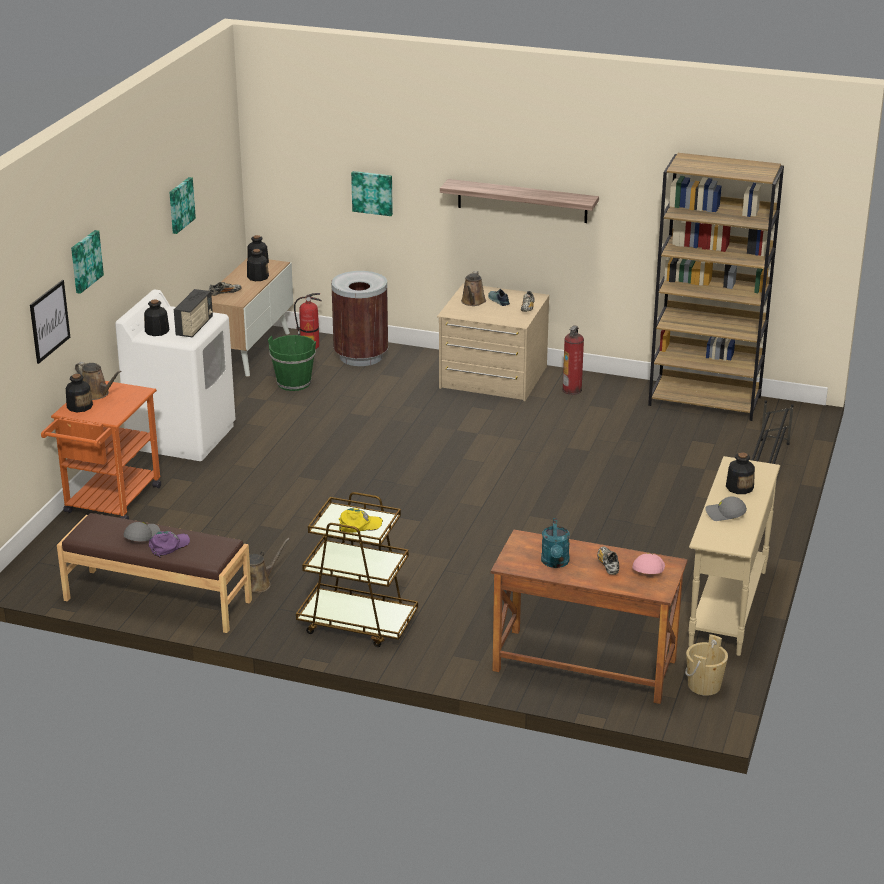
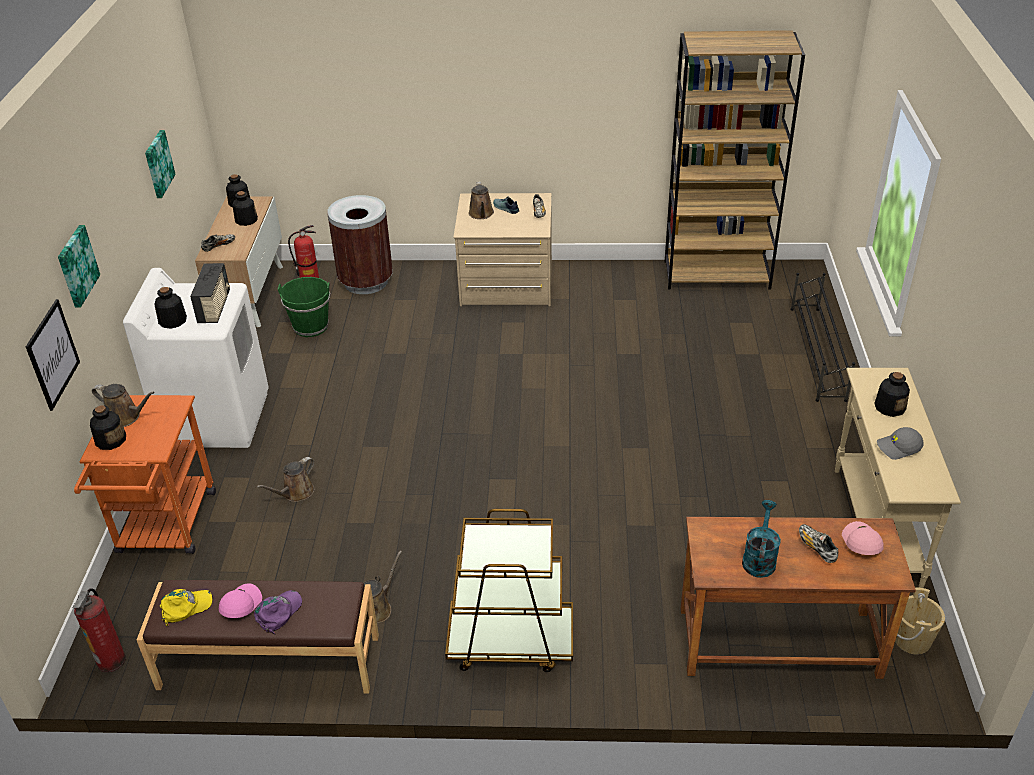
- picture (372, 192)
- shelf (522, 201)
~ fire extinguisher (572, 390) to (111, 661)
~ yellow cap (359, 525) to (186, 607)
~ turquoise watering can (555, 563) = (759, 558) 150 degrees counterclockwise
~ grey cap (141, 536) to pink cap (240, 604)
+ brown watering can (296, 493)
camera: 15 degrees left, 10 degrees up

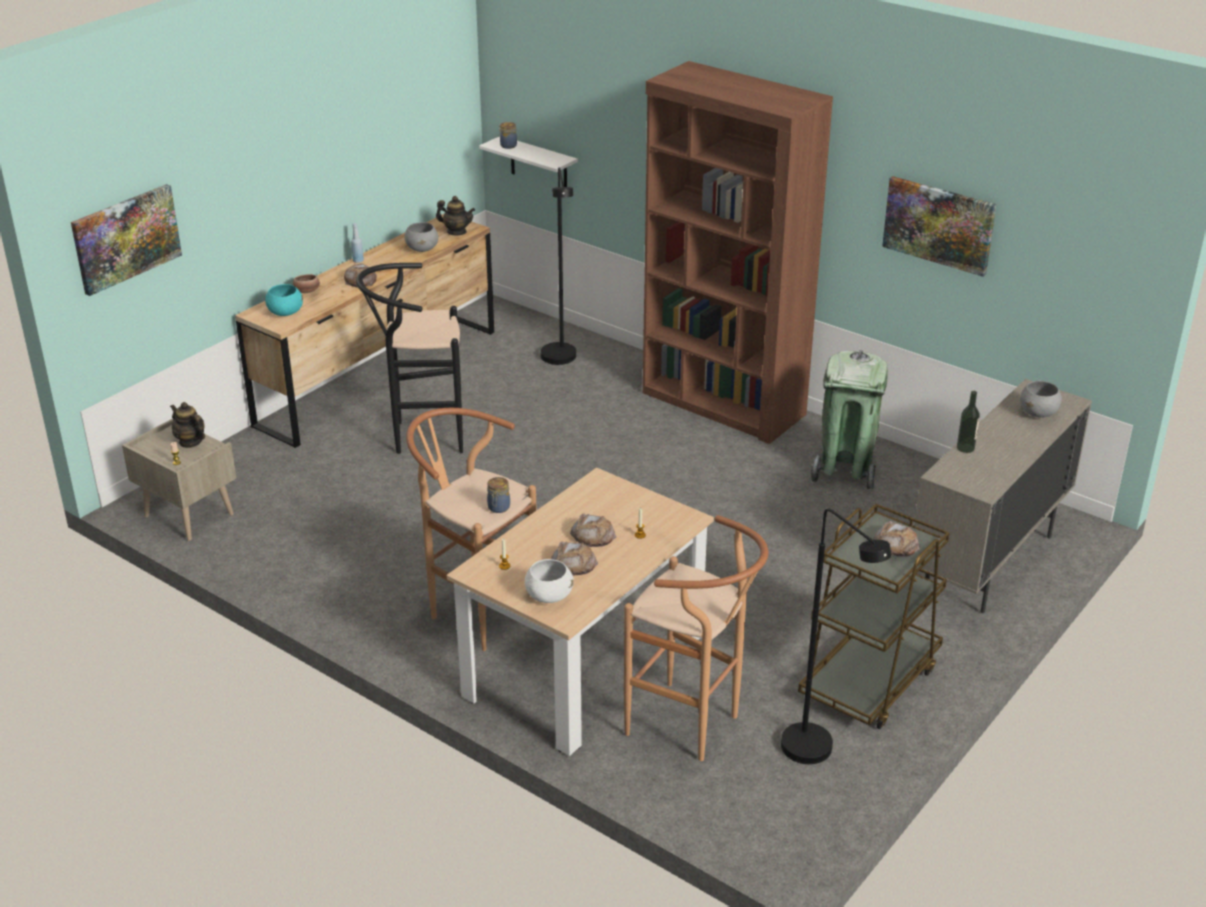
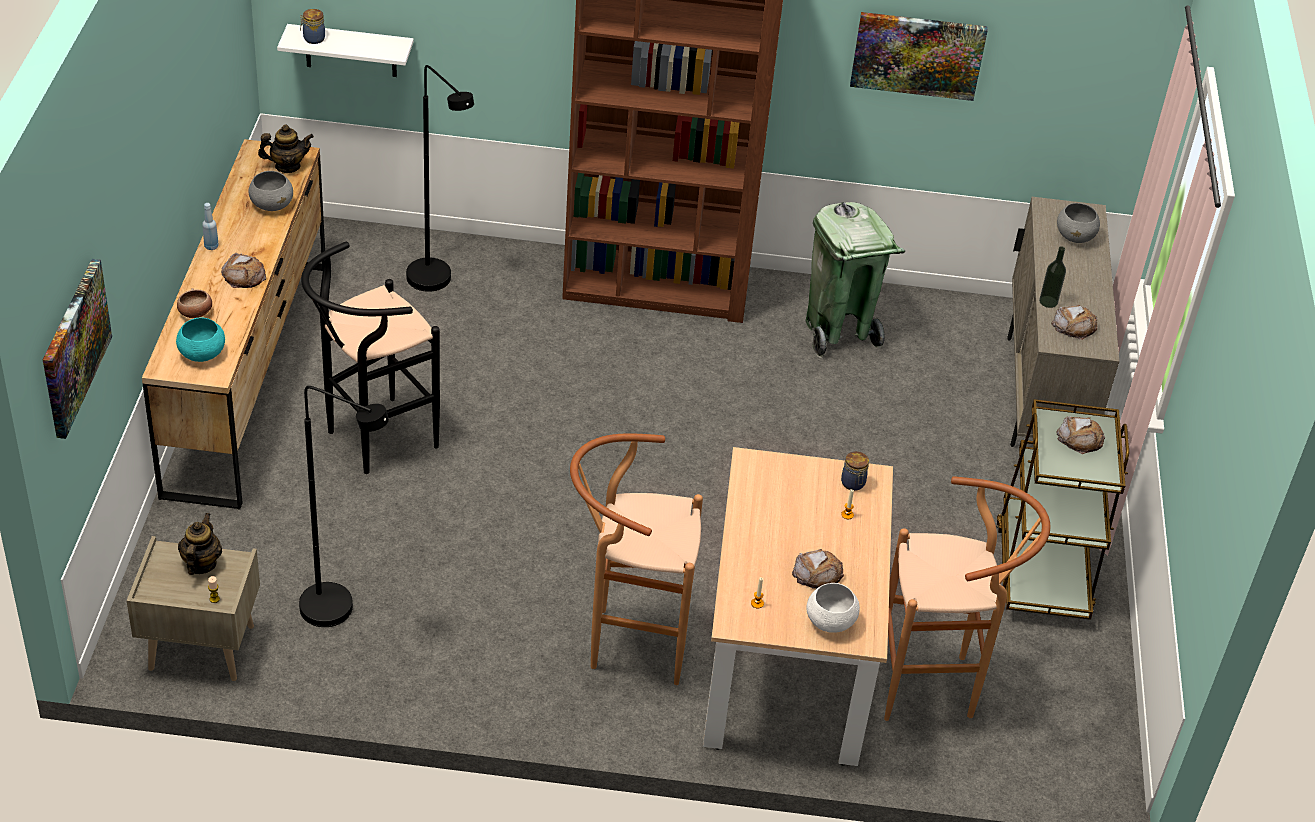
~ teapot (190, 442) = (201, 564) 90 degrees clockwise
~ jar (498, 508) to (853, 484)
~ black floor lamp (817, 754) to (340, 611)
~ bread (593, 535) to (1074, 326)
camera: 35 degrees left, 10 degrees up

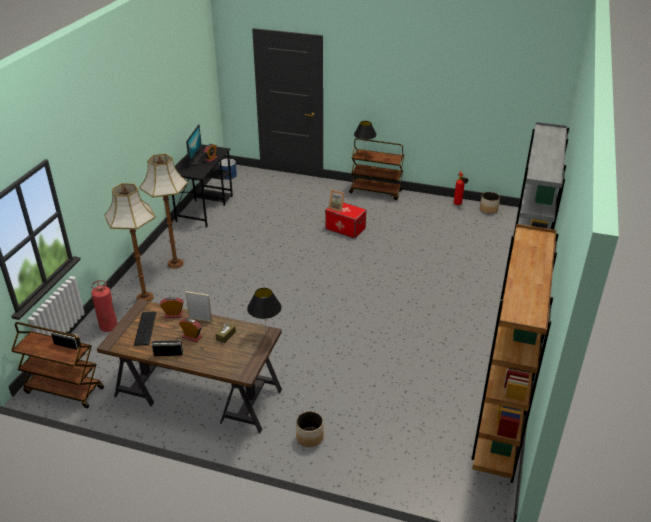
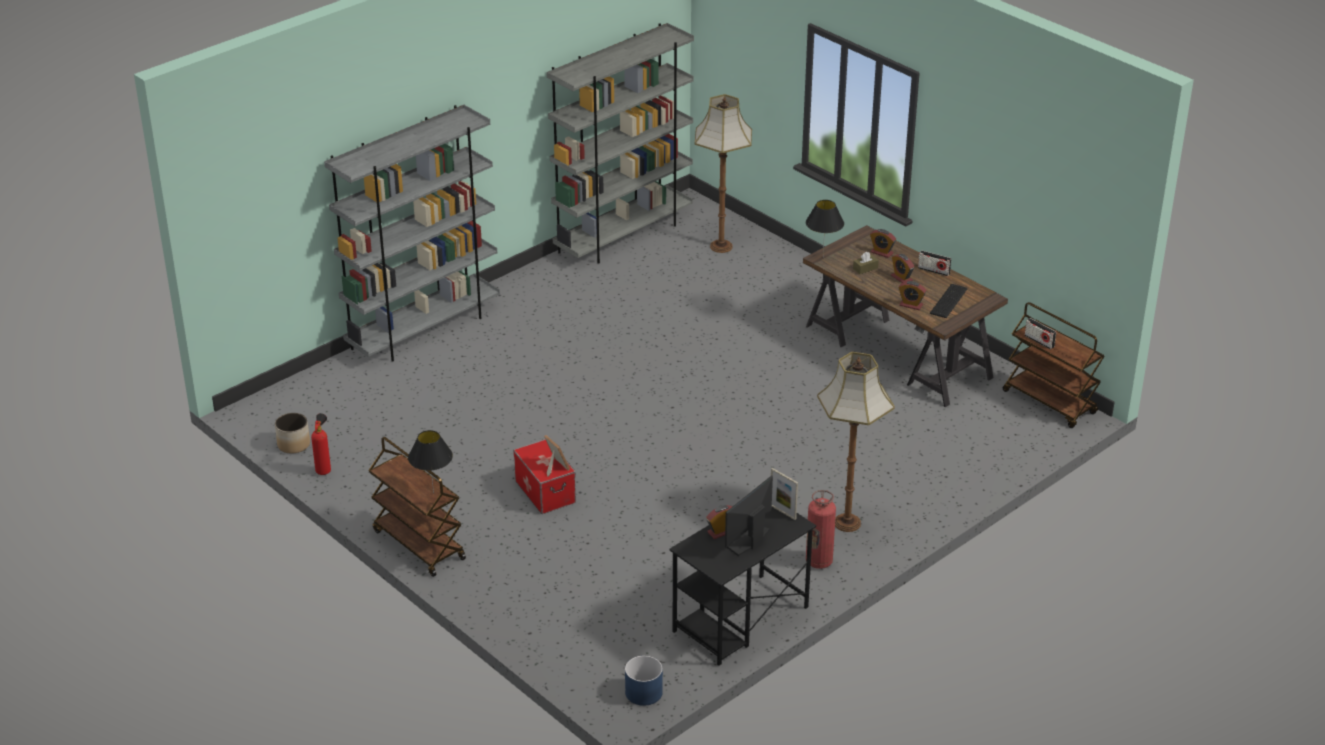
~ floor lamp (145, 297) to (720, 247)
~ brown bookcase (498, 426) to grey bookcase (623, 236)
~ fire extinguisher (108, 327) to (819, 561)
~ picture frame (200, 319) to (782, 512)
- planter (309, 437)
+ alarm clock (881, 252)
camera: 150 degrees left, 0 degrees up

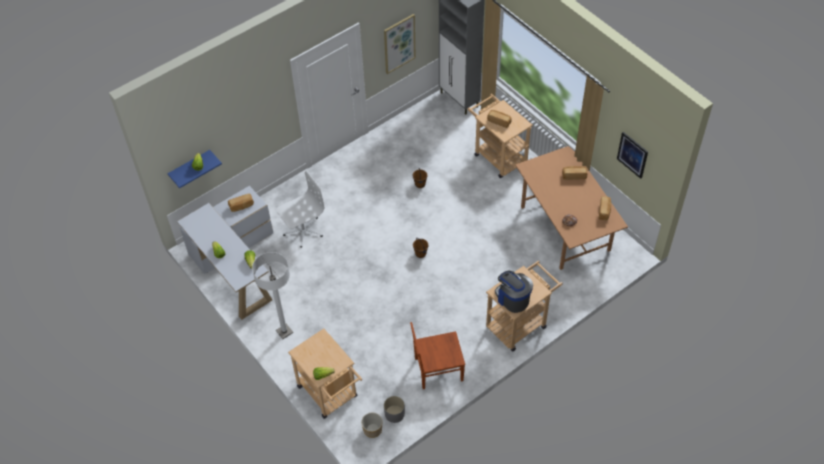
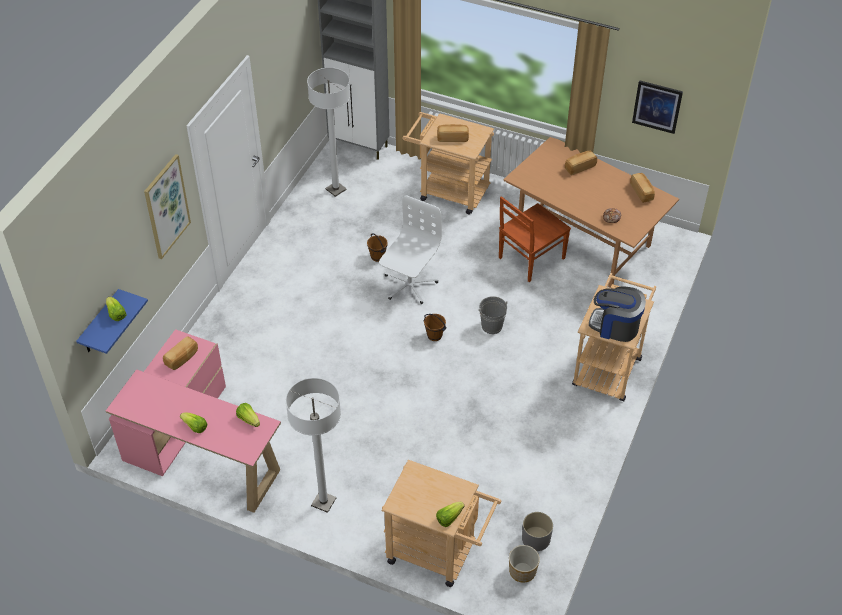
~ picture (399, 43) to (166, 206)
~ white office chair (303, 231) to (409, 285)
~ white desk (235, 265) to pink desk (199, 448)
~ brown chair (437, 369) to (530, 259)
+ white floor lamp (336, 189)
+ grey bucket (492, 326)
camera: 30 degrees left, 5 degrees down

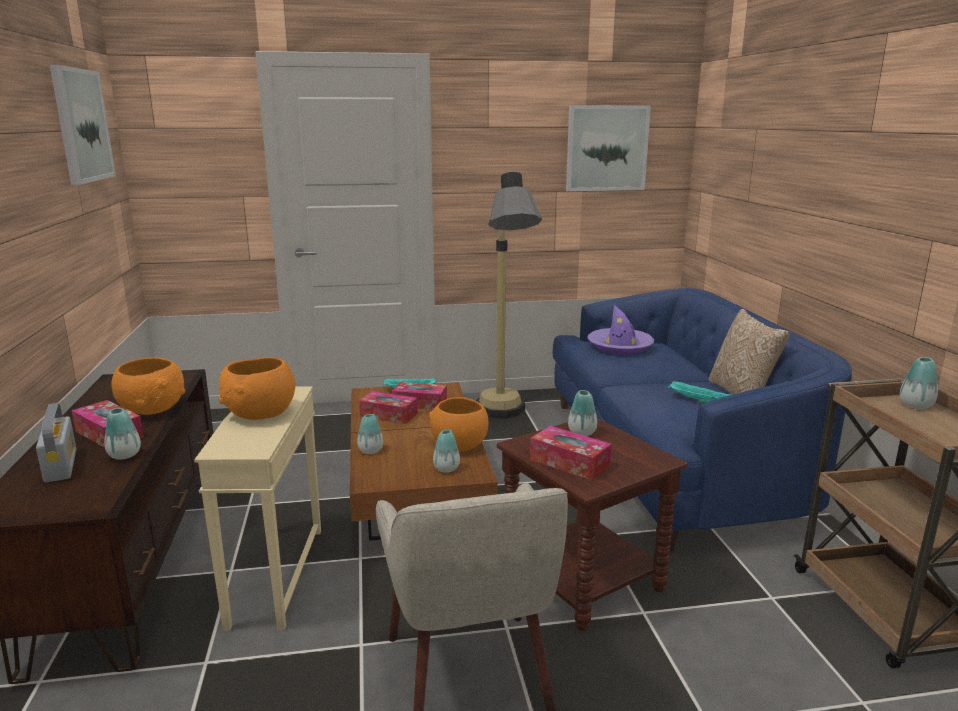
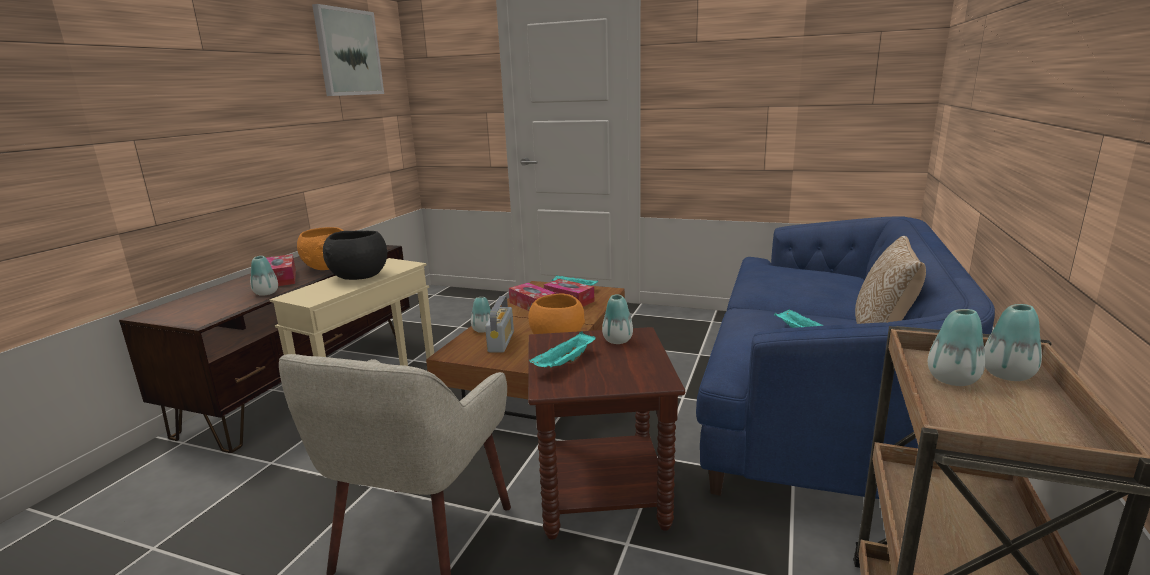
- picture (606, 148)
- floor lamp (504, 418)
- purple hat (620, 347)
~ orange bowl (259, 414) to black bowl (358, 276)
~ radio (61, 465) to (501, 342)
~ tissue box (569, 462) to turquoise tray (565, 363)
~ vase (446, 469) to (952, 379)
camera: 30 degrees right, 0 degrees up

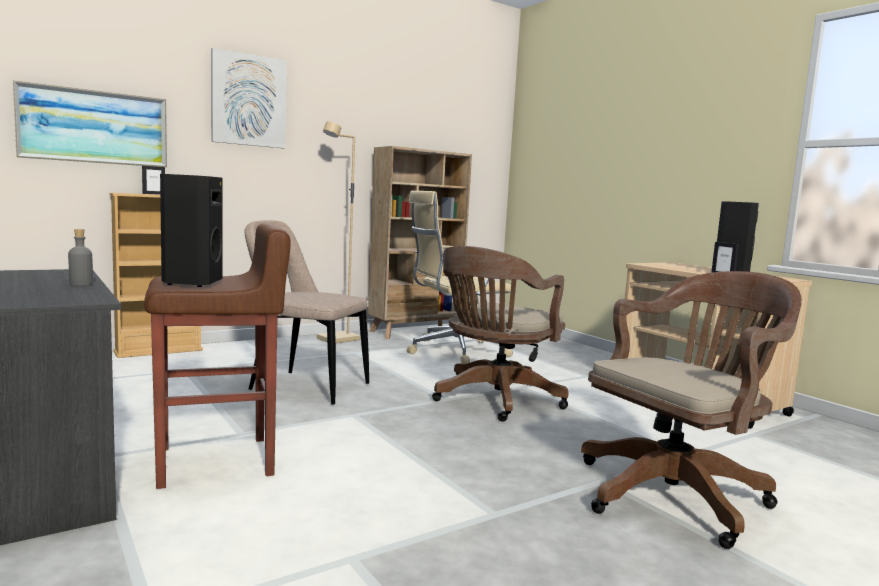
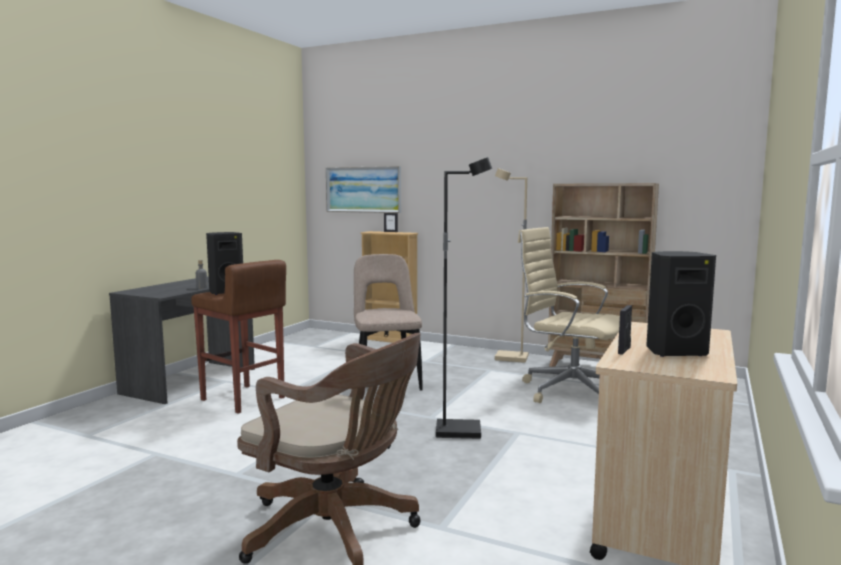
- picture (249, 100)
~ brown office chair (494, 400) to black floor lamp (459, 431)
camera: 60 degrees right, 0 degrees up

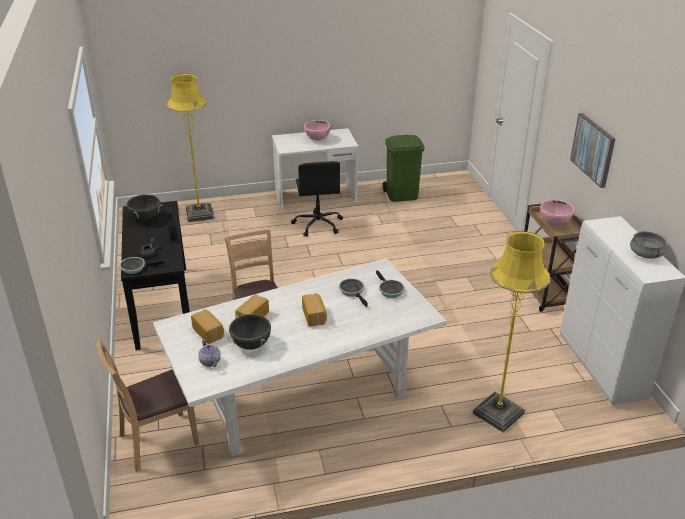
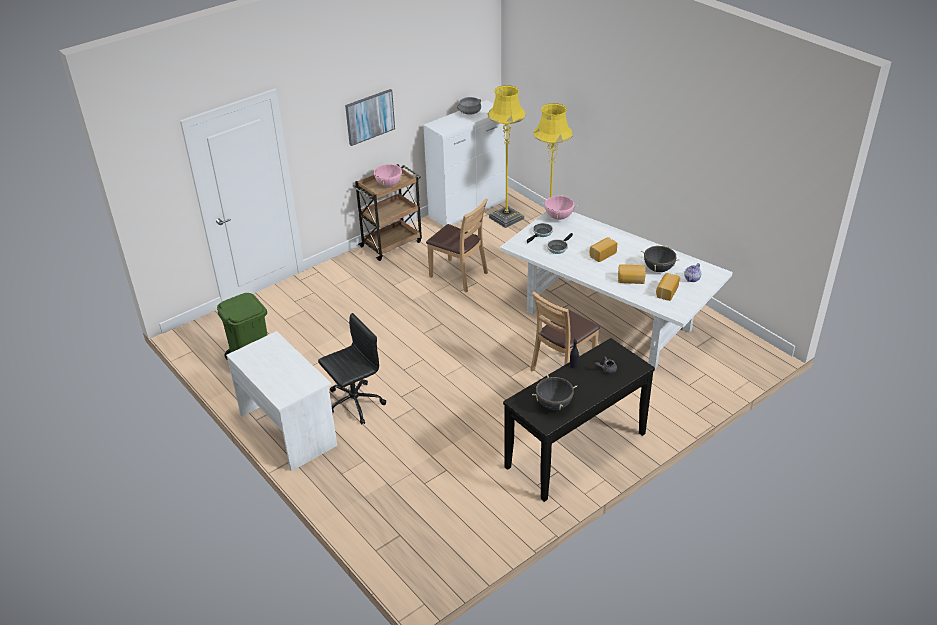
~ yellow floor lamp (199, 214) to (506, 218)
~ pink cooking pot (317, 139) to (558, 217)
- frying pan (135, 268)
~ brown chair (158, 440) to (459, 275)
camera: 115 degrees left, 5 degrees up

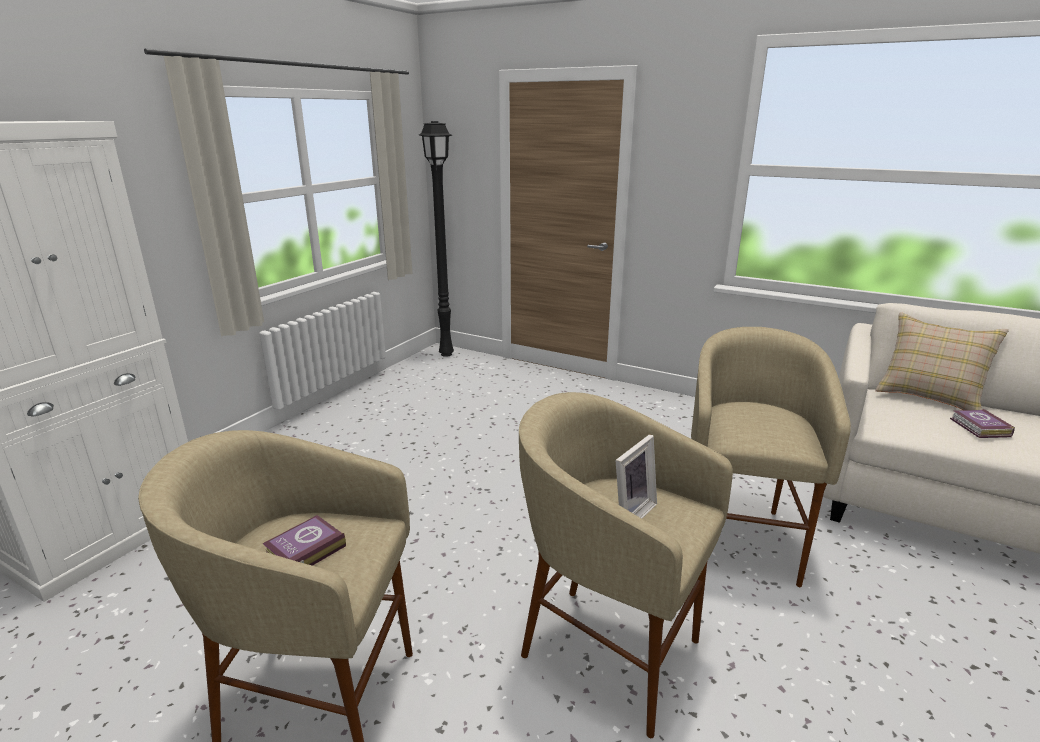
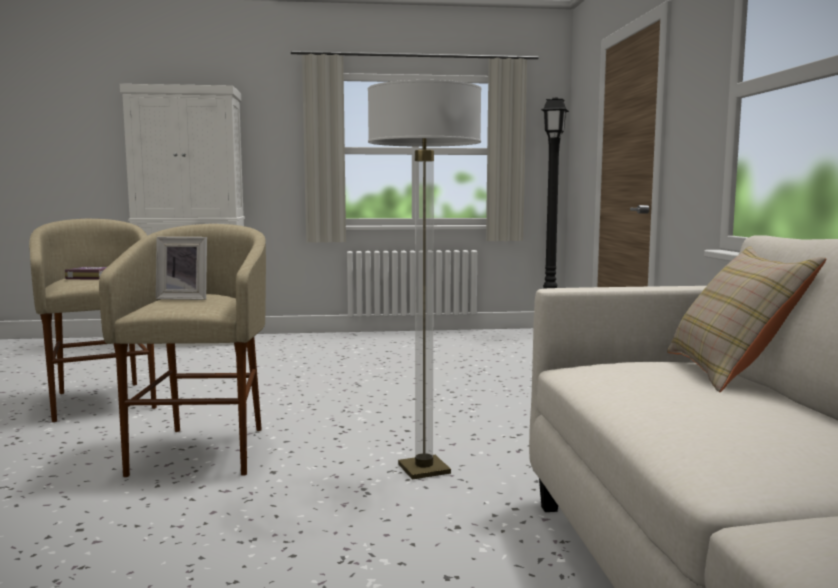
~ beige stool (738, 539) to floor lamp (424, 469)
- book (979, 428)
camera: 55 degrees right, 15 degrees down

